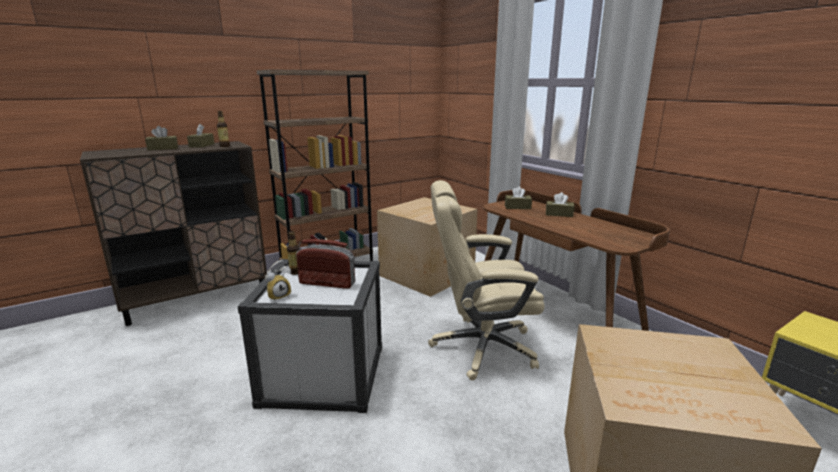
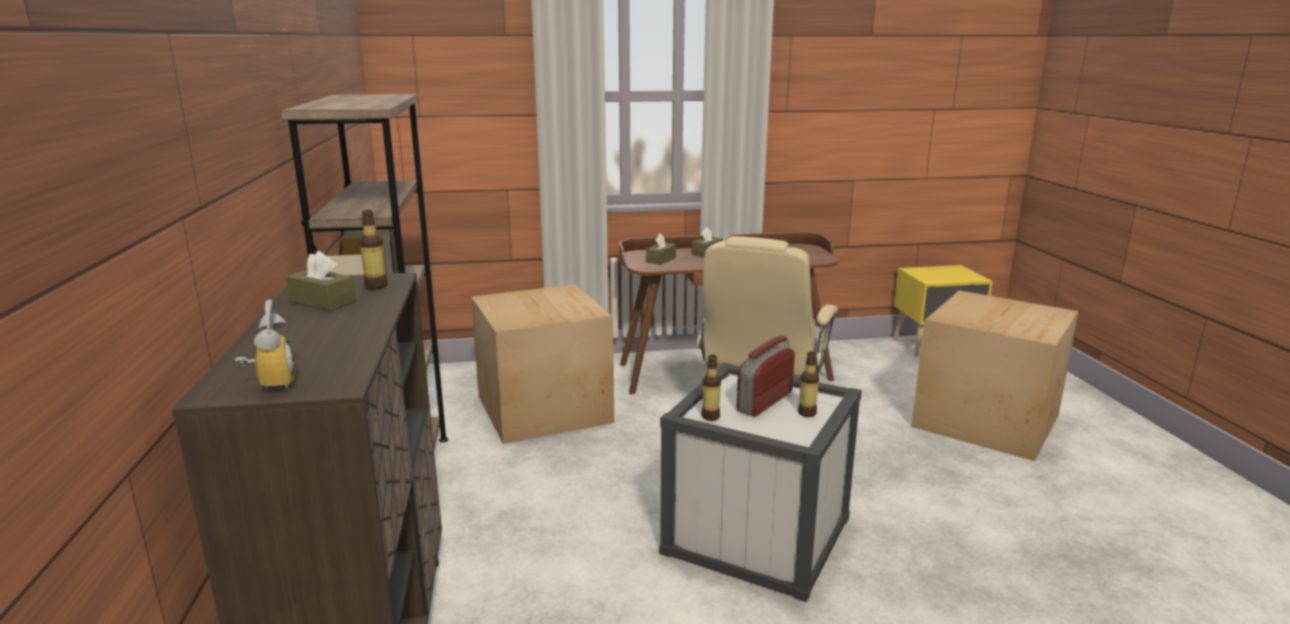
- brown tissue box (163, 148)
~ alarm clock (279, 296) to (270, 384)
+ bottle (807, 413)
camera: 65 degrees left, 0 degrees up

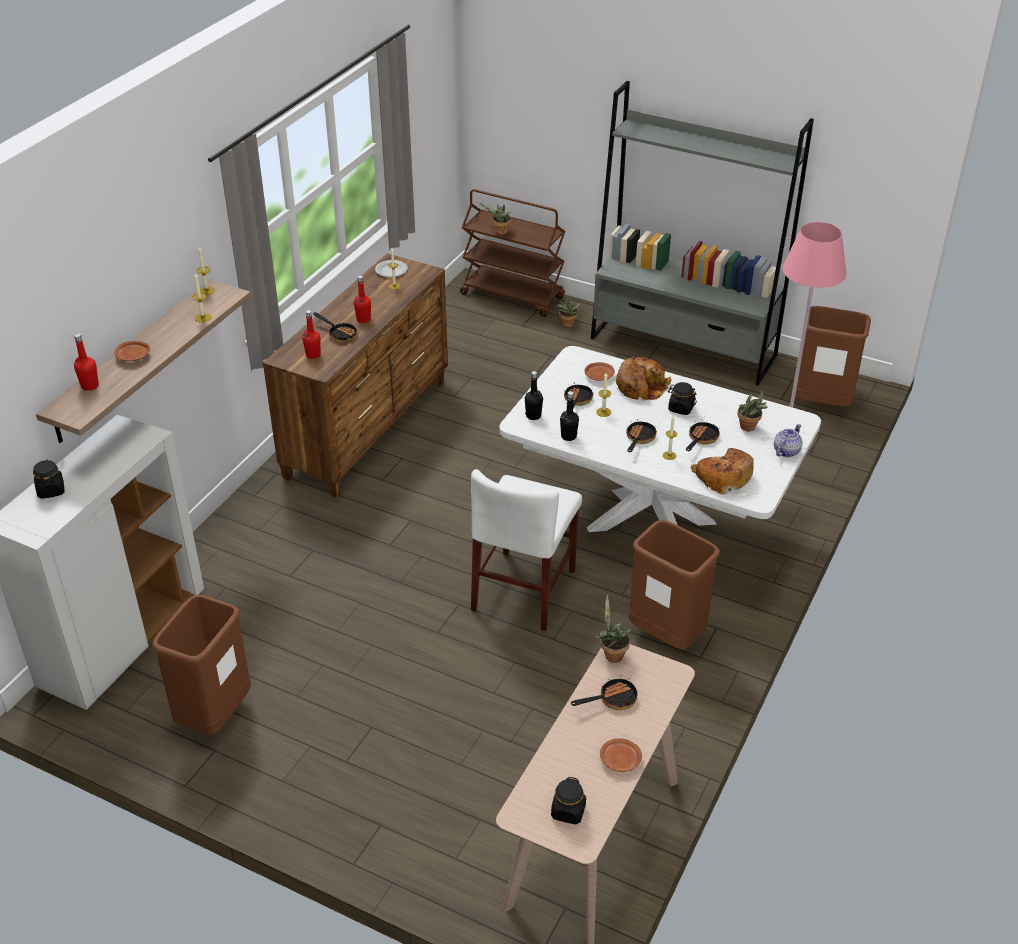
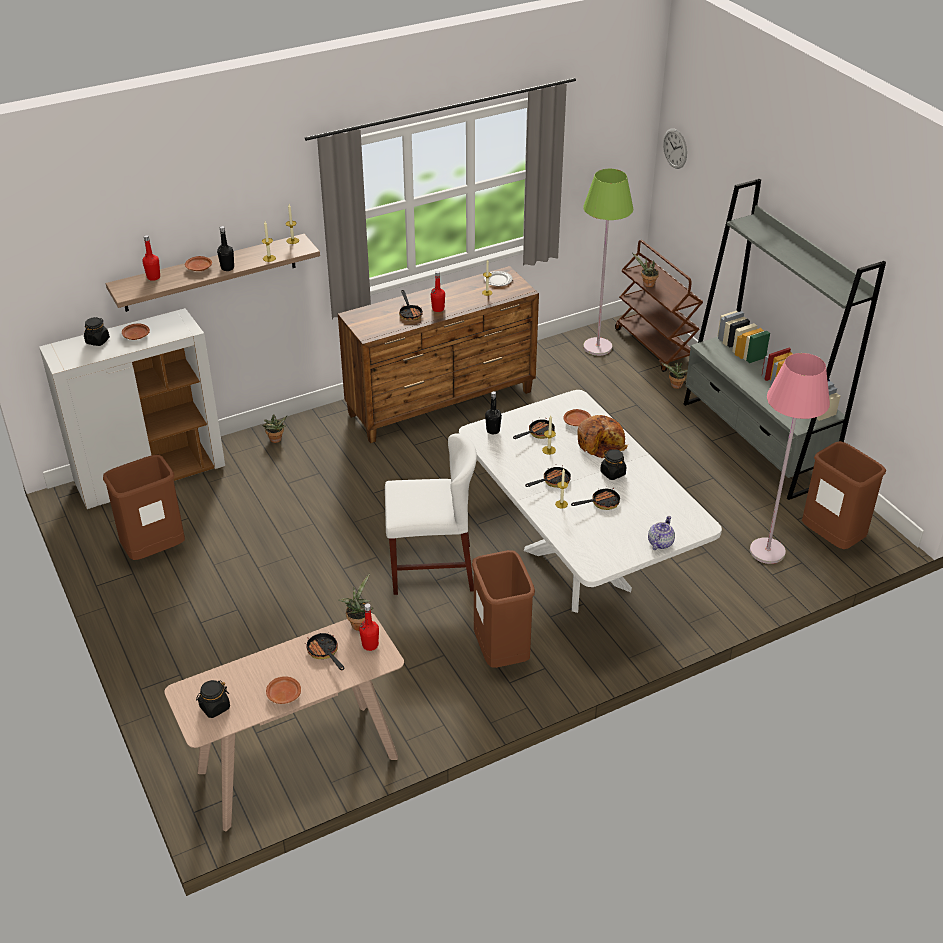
~ red bottle (313, 355) to (370, 645)
~ potted plant (749, 428) to (276, 440)
~ black bottle (568, 436) to (227, 268)
~ teapot (786, 451) = (660, 542) 45 degrees counterclockwise
- bread (722, 476)
~ white chair (524, 590) = (432, 569) 150 degrees counterclockwise
~ frying pan (612, 699) = (324, 653) 135 degrees counterclockwise
+ wall clock (675, 148)
+ green floor lamp (597, 347)
+ brown plate (136, 336)
camera: 35 degrees right, 0 degrees up

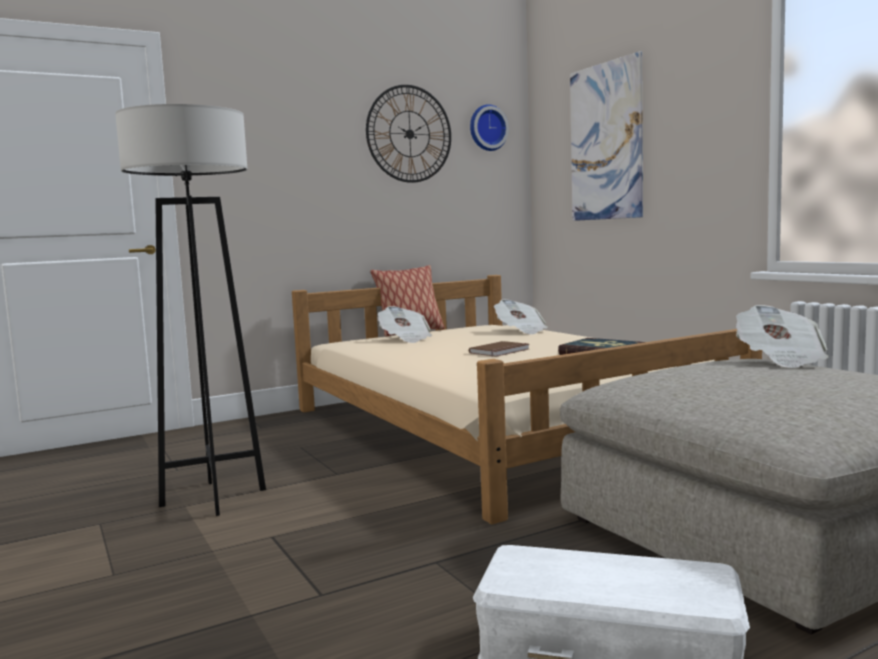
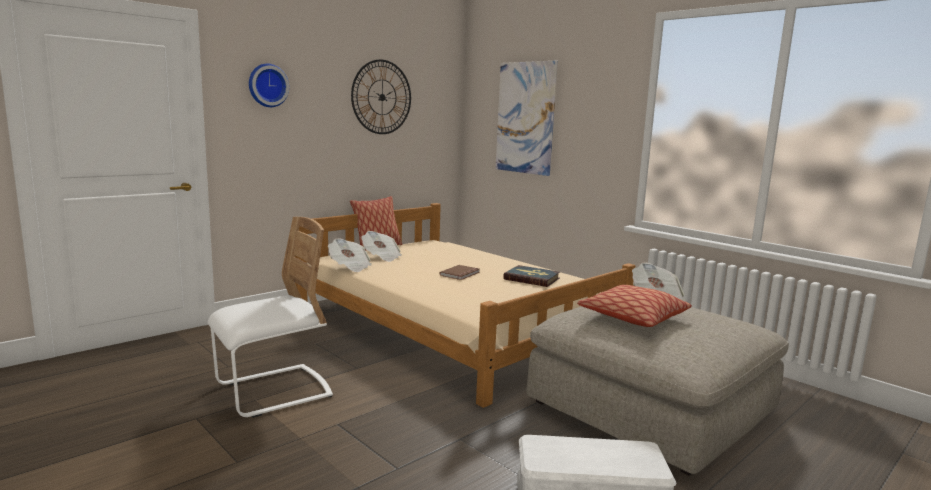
~ black floor lamp (213, 498) to white chair (273, 392)
~ wall clock (487, 128) to (267, 85)
~ newspaper (521, 331) to (350, 266)
+ pillow (632, 317)
camera: 15 degrees left, 5 degrees up

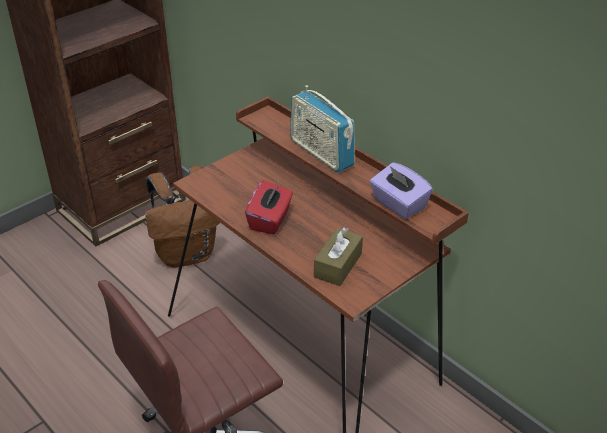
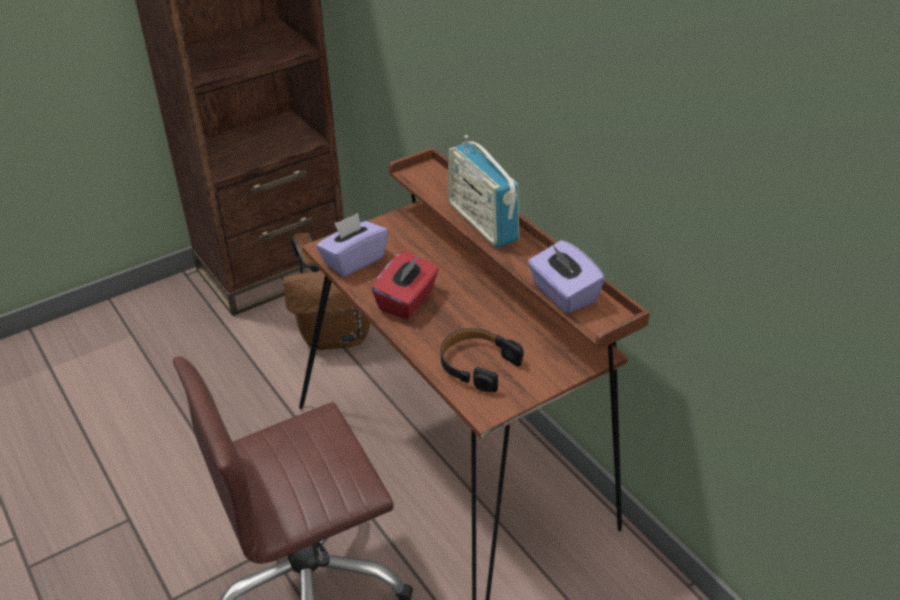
~ brown tissue box (338, 265) to black headphones (477, 365)
+ purple tissue box (354, 261)
camera: 10 degrees right, 0 degrees up

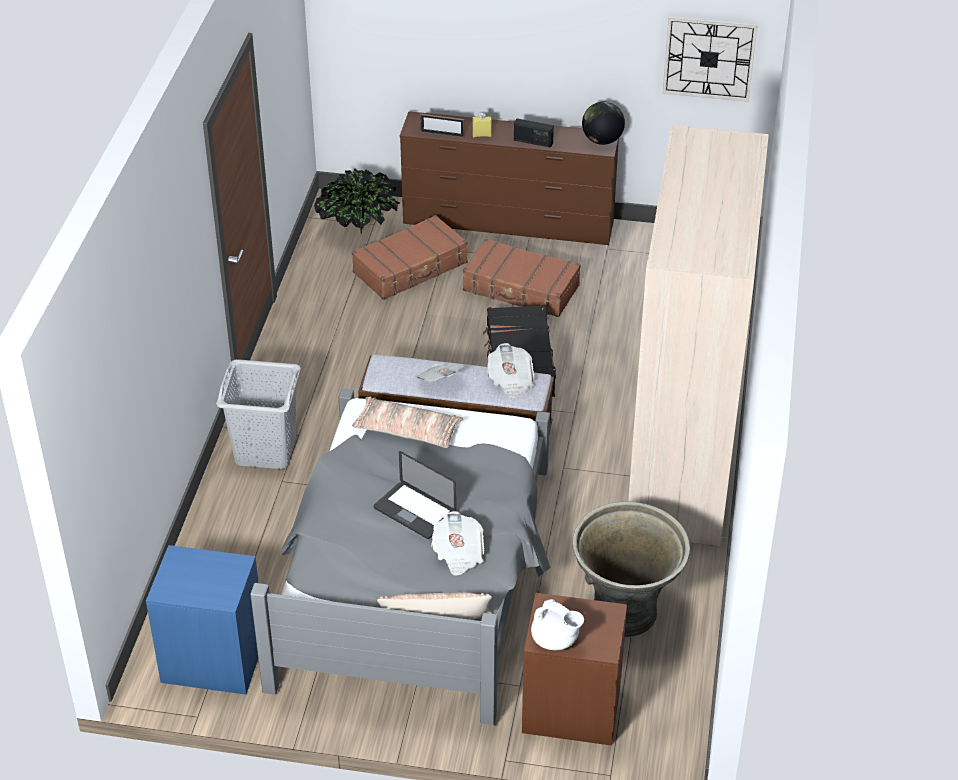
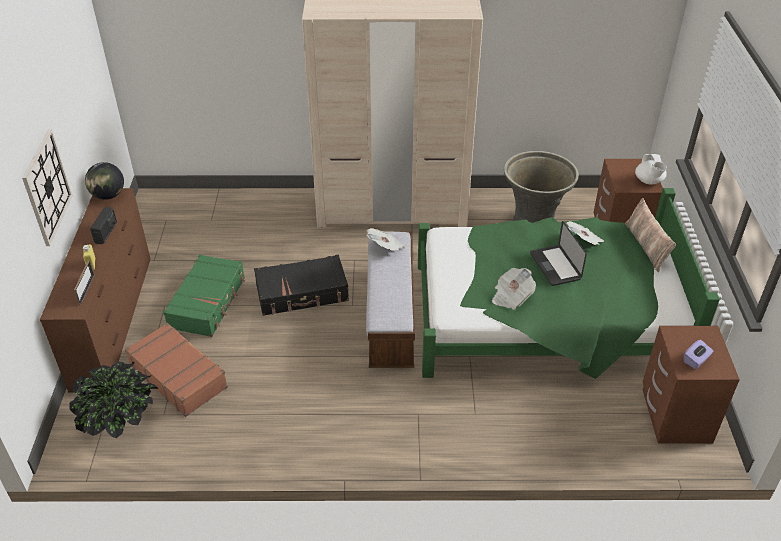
~ wall clock (709, 58) to (47, 187)
~ brown suitcase (521, 289) to green suitcase (208, 302)
- grey laundry basket (265, 449)
~ newspaper (440, 381) to (511, 297)
~ grey bed (415, 576) to green bed (544, 319)
- pillow (407, 431)
~ laptop (414, 511) = (555, 266) 135 degrees clockwise
~ blue nightstand (213, 660) to brown nightstand (674, 416)
~ white teapot (555, 640) = (649, 181) 150 degrees clockwise
+ purple tissue box (696, 360)
camera: 100 degrees left, 0 degrees up

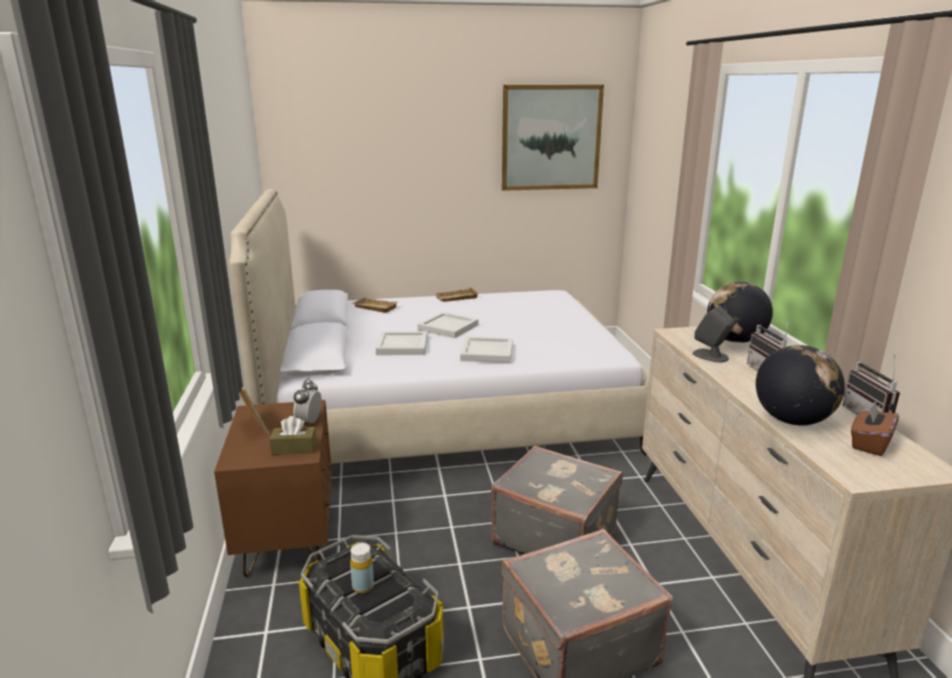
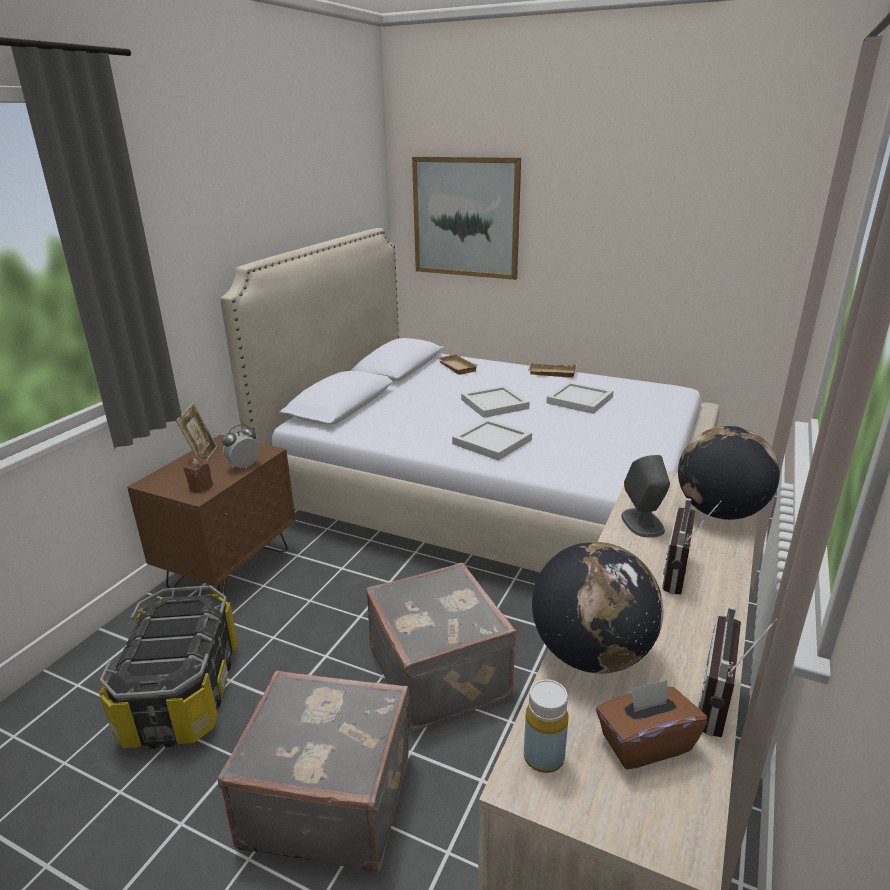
~ picture (551, 138) to (466, 217)
~ white tray (403, 345) to (580, 400)
~ brown tissue box (294, 448) to brown candle (200, 487)
~ yellow bottle (363, 586) to (543, 757)
camera: 35 degrees right, 5 degrees up

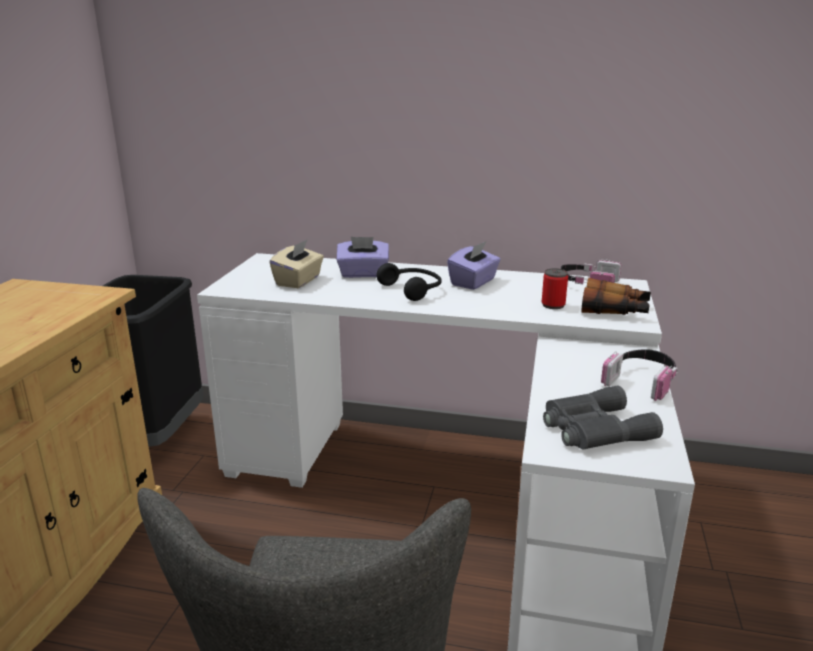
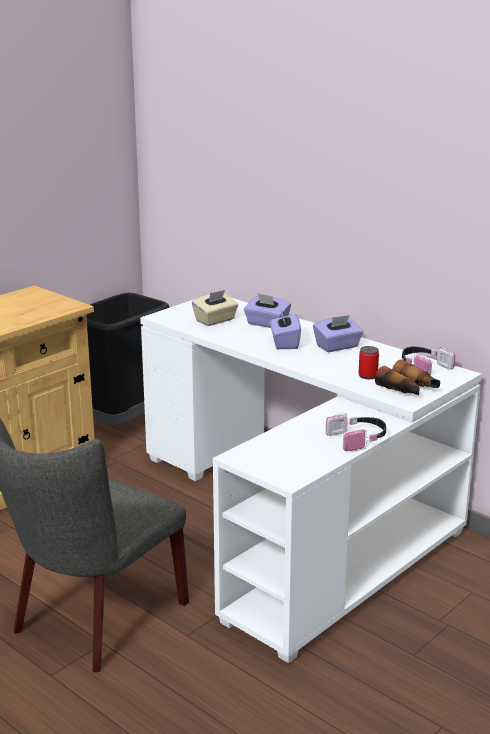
~ black headphones (413, 289) to purple tissue box (284, 343)
- grey binoculars (593, 429)
camera: 30 degrees right, 0 degrees up

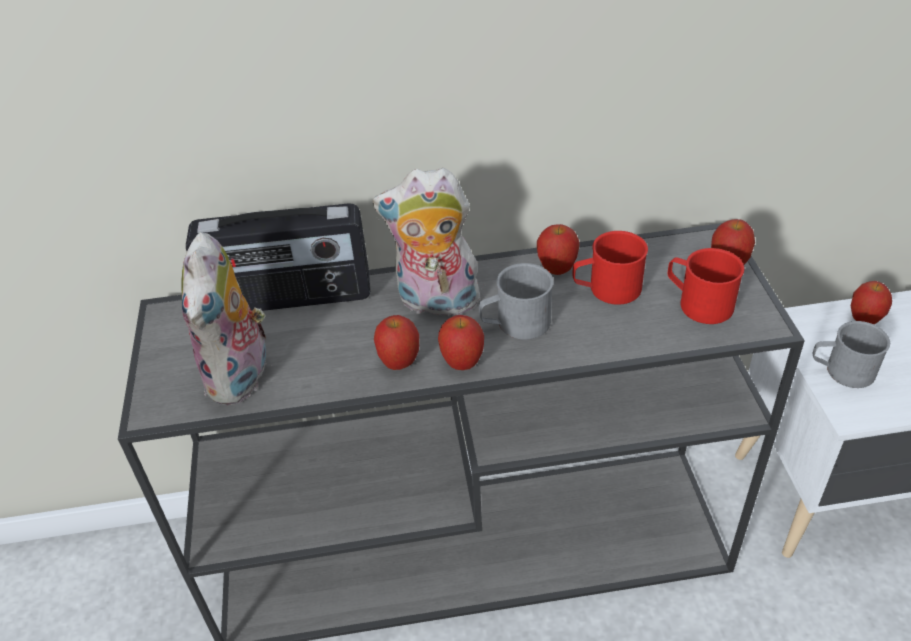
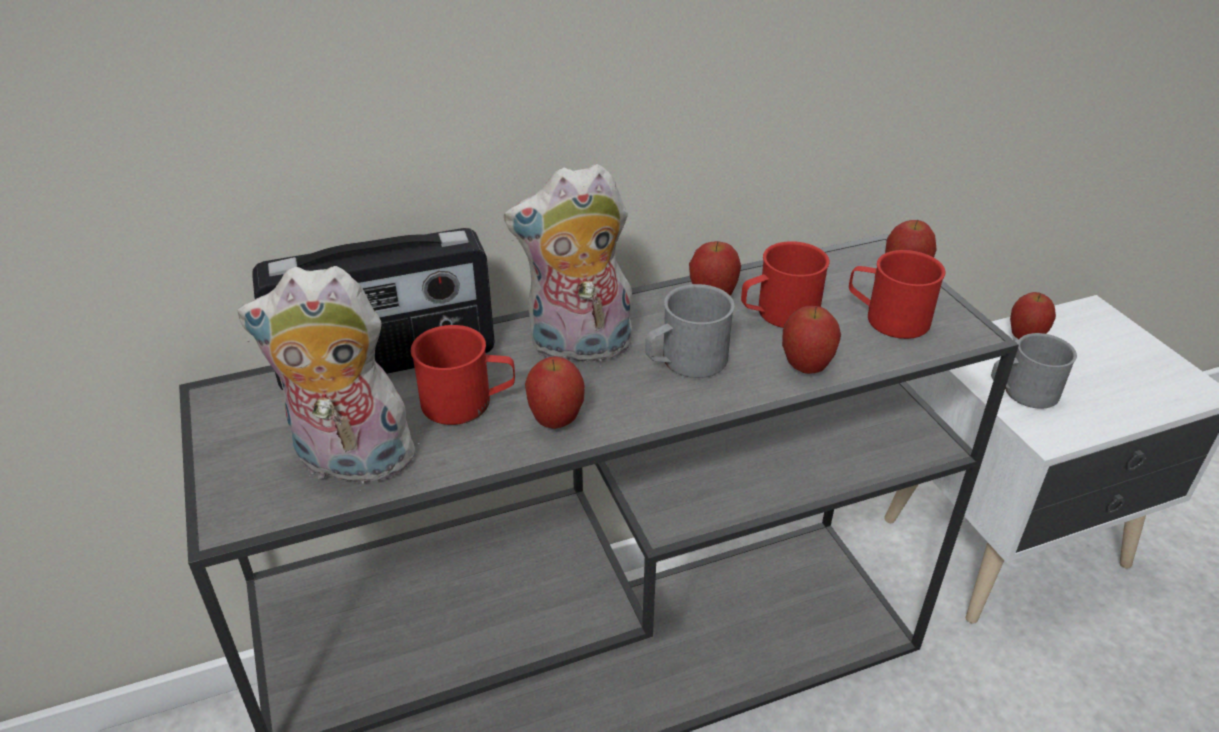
~ plush toy (242, 377) = (349, 463) 105 degrees clockwise
~ apple (462, 363) to (806, 368)
+ red mug (468, 402)
camera: 15 degrees left, 5 degrees down

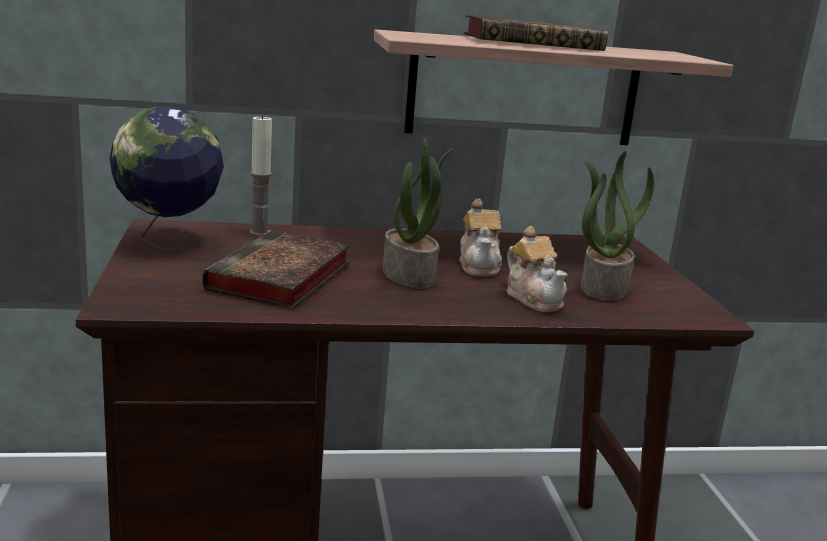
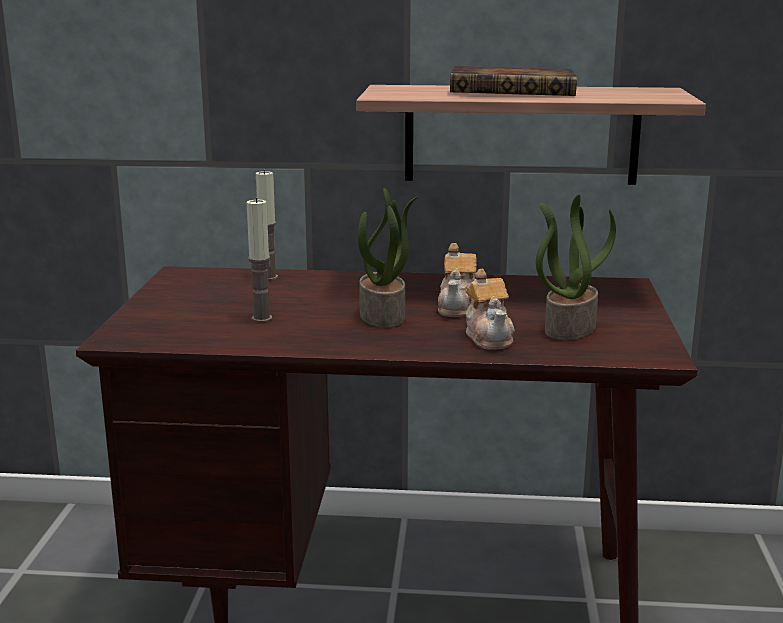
- globe (168, 242)
~ book (280, 279) to candle (261, 318)
camera: 15 degrees right, 0 degrees up

